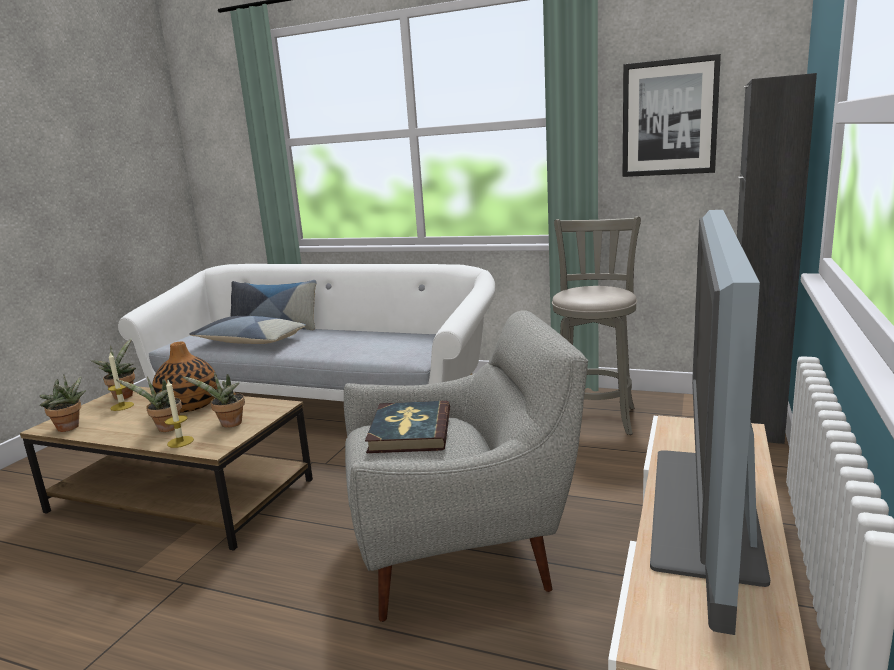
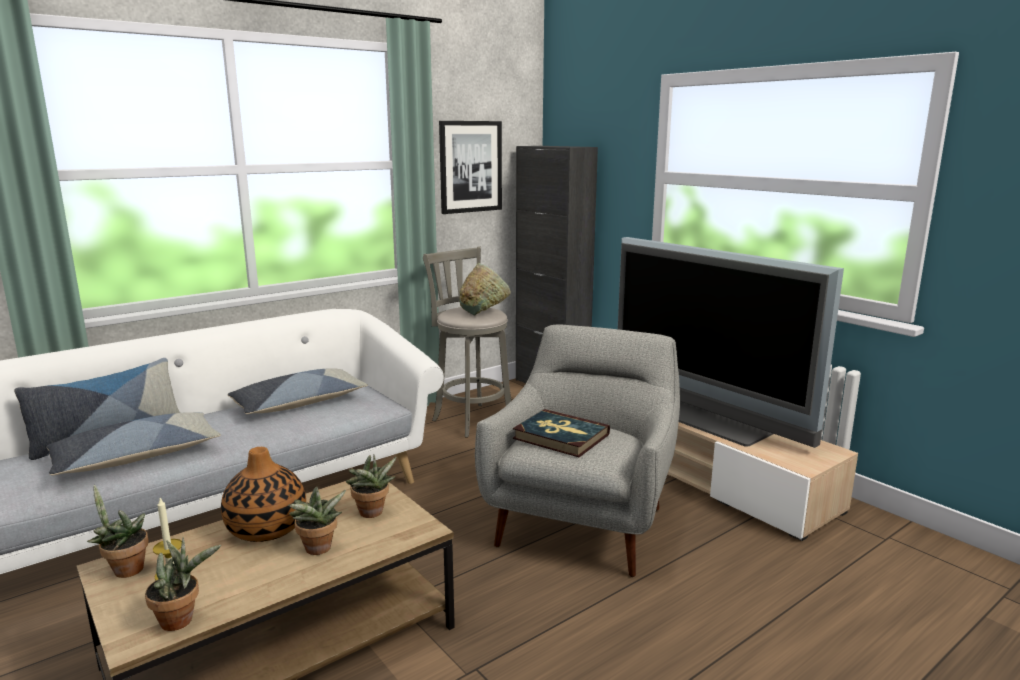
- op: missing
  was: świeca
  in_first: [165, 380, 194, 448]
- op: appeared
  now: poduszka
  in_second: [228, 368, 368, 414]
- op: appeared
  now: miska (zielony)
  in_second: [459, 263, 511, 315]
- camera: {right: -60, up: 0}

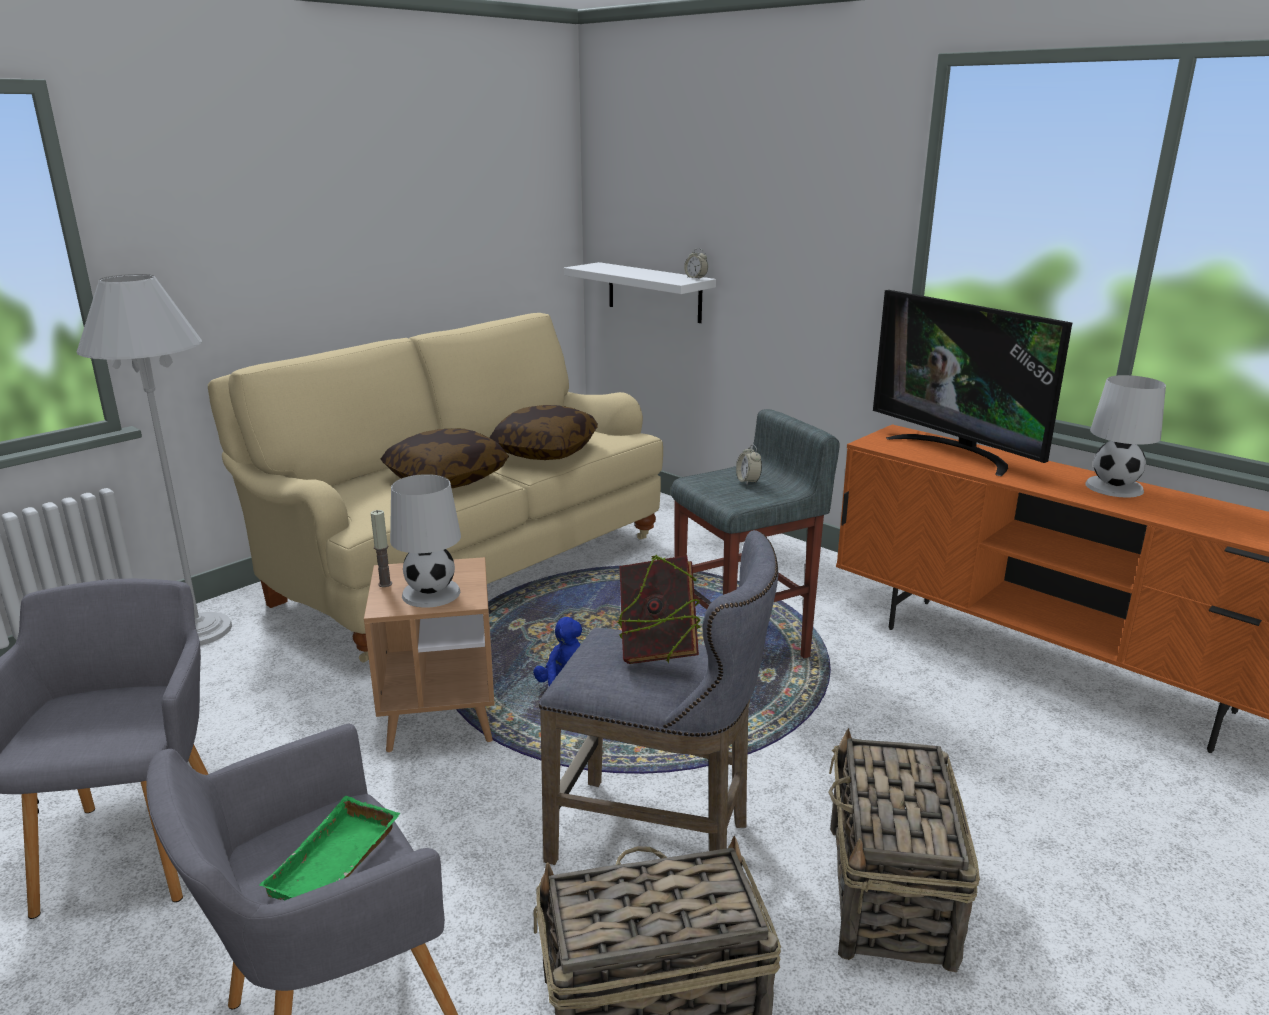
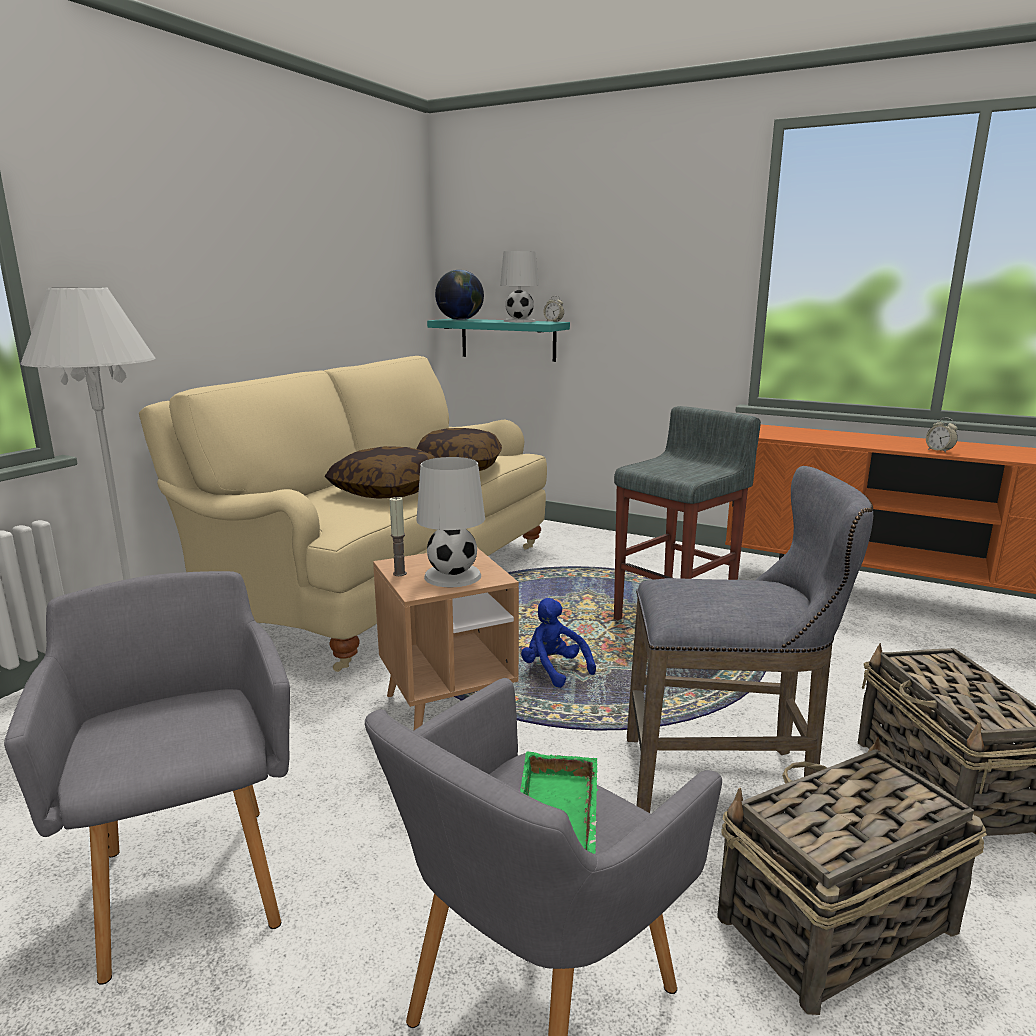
- op: colour
  was: półka (biały)
  now: półka (turkusowy)
  in_first: [564, 262, 716, 323]
  in_second: [427, 319, 570, 362]
- op: missing
  was: książka
  in_first: [617, 554, 701, 664]
- op: relocated
  was: budzik
  in_first: [736, 444, 762, 485]
  in_second: [926, 418, 958, 453]
- op: missing
  was: telewizor
  in_first: [873, 290, 1072, 476]
- op: relocated
  was: lampa stołowa (biały)
  in_first: [1085, 375, 1166, 498]
  in_second: [500, 251, 539, 322]
- op: appeared
  now: globus
  in_second: [435, 270, 484, 320]
- camera: {right: -15, up: -5}

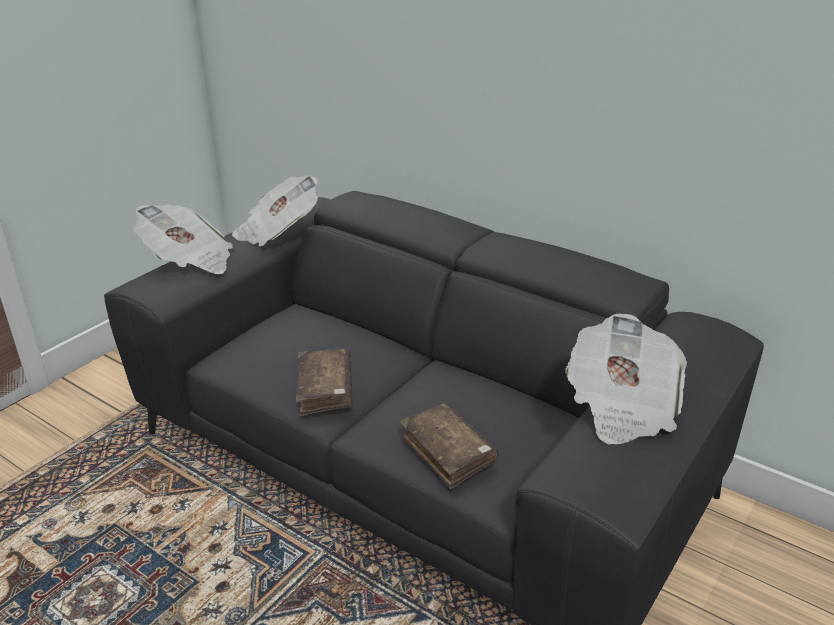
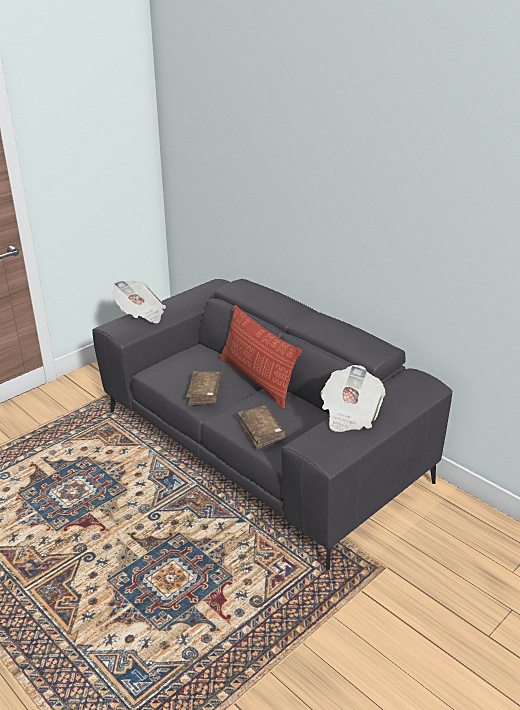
- op: missing
  was: gazeta
  in_first: [232, 175, 319, 246]
- op: appeared
  now: poduszka
  in_second: [219, 305, 302, 409]
- camera: {right: 10, up: 0}

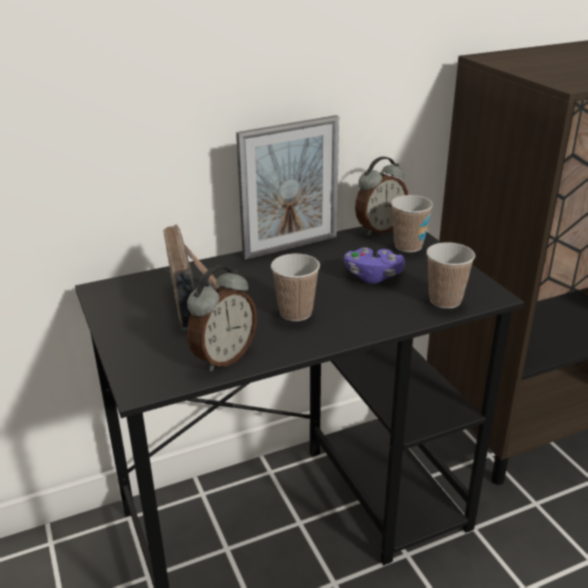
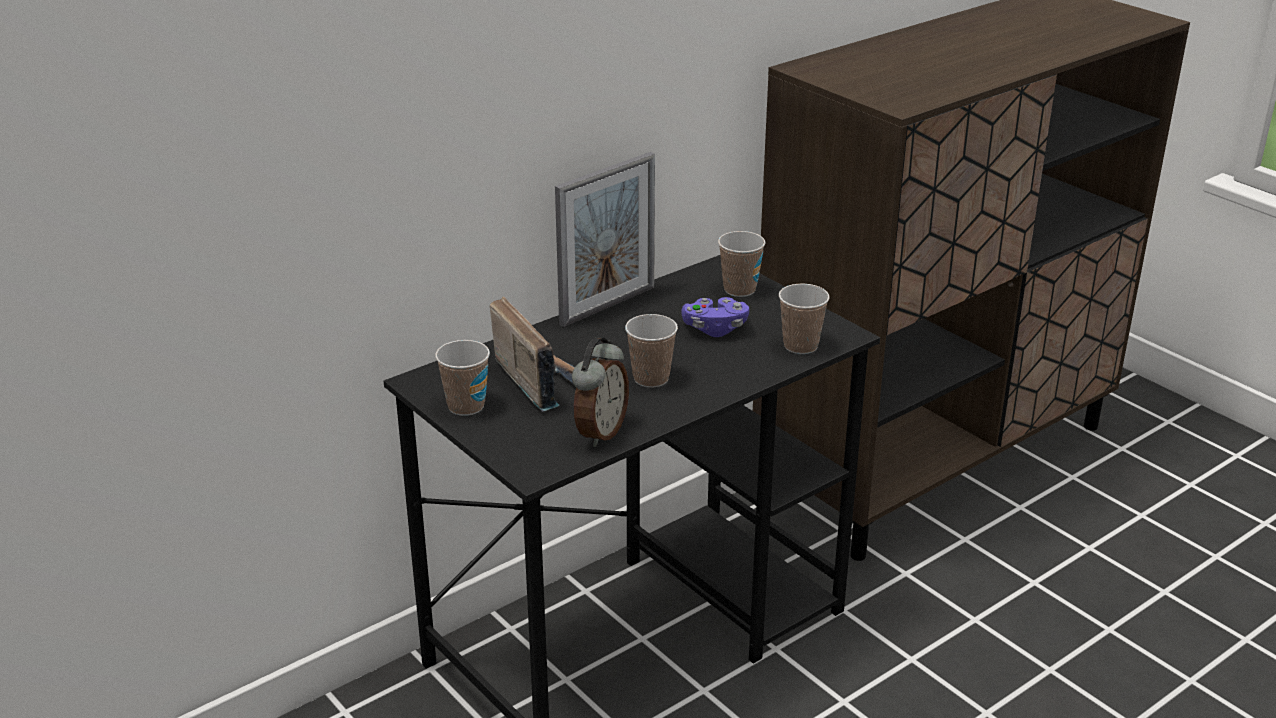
- op: missing
  was: budzik
  in_first: [355, 157, 408, 236]
- op: appeared
  now: filiżanka
  in_second: [435, 340, 490, 416]
- camera: {right: -15, up: 0}

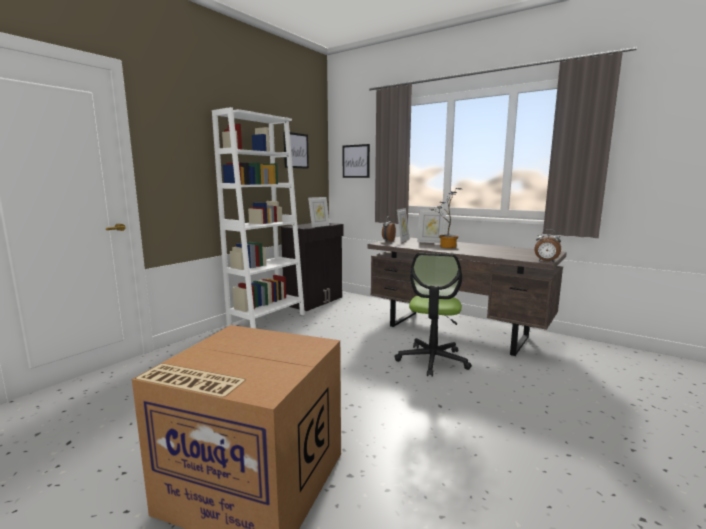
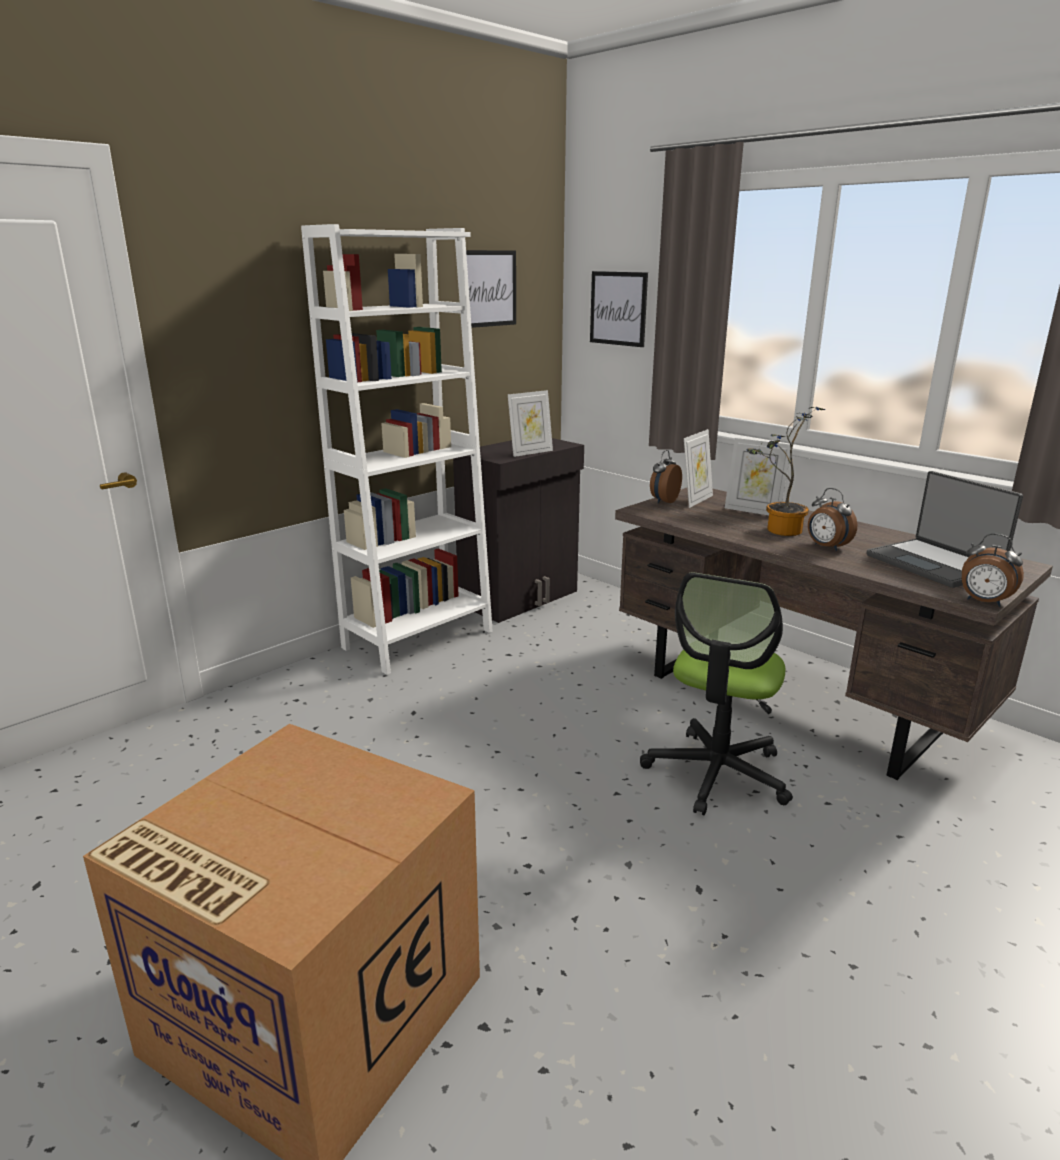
- op: appeared
  now: budzik
  in_second: [808, 488, 857, 551]
- op: appeared
  now: laptop
  in_second: [867, 471, 1023, 588]
- camera: {right: 10, up: 10}

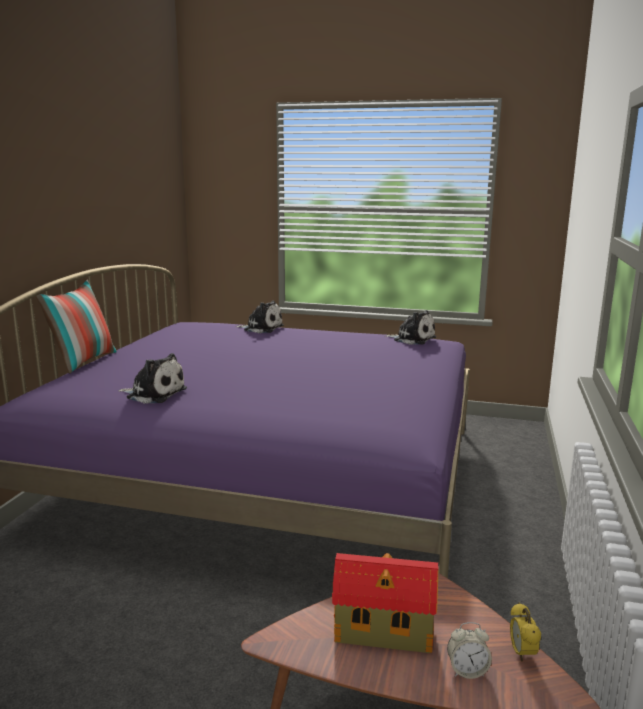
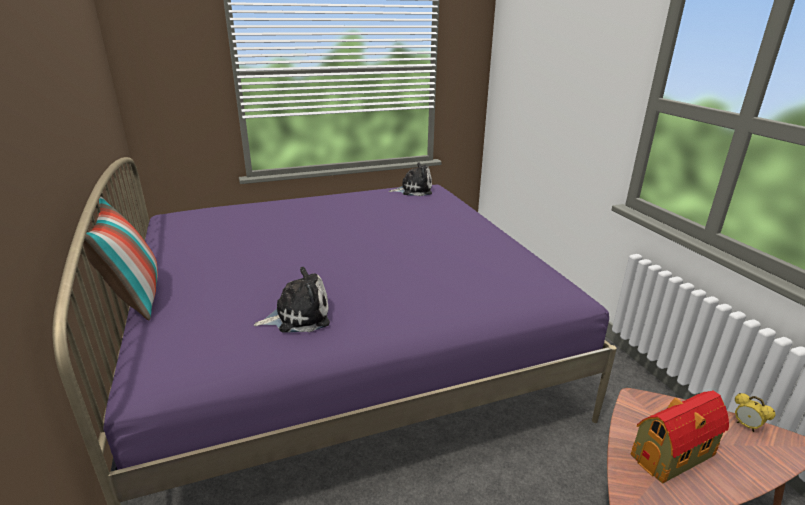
- op: missing
  was: pluszak
  in_first: [237, 300, 284, 333]
- op: missing
  was: budzik
  in_first: [447, 622, 492, 679]
- camera: {right: -35, up: 10}

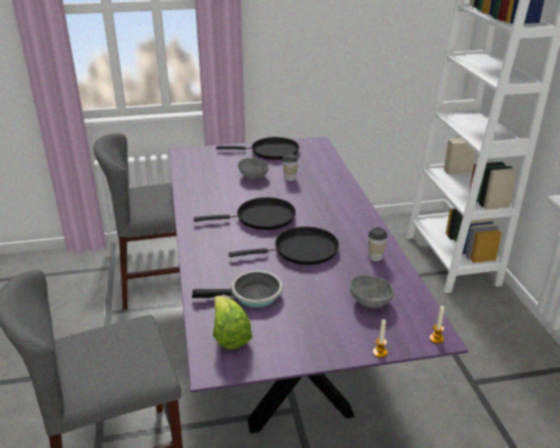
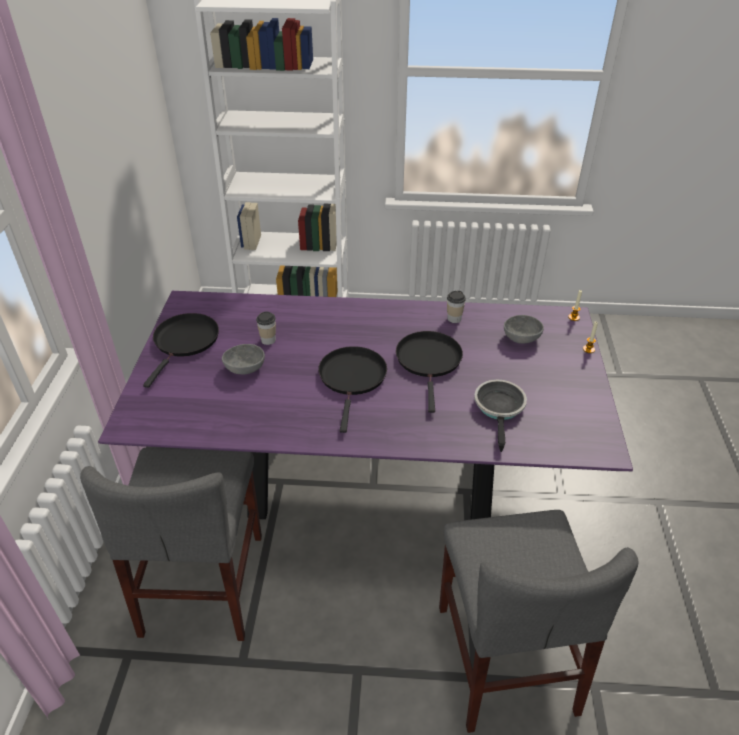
- op: missing
  was: sałata
  in_first: [213, 296, 252, 350]
- camera: {right: -75, up: 10}

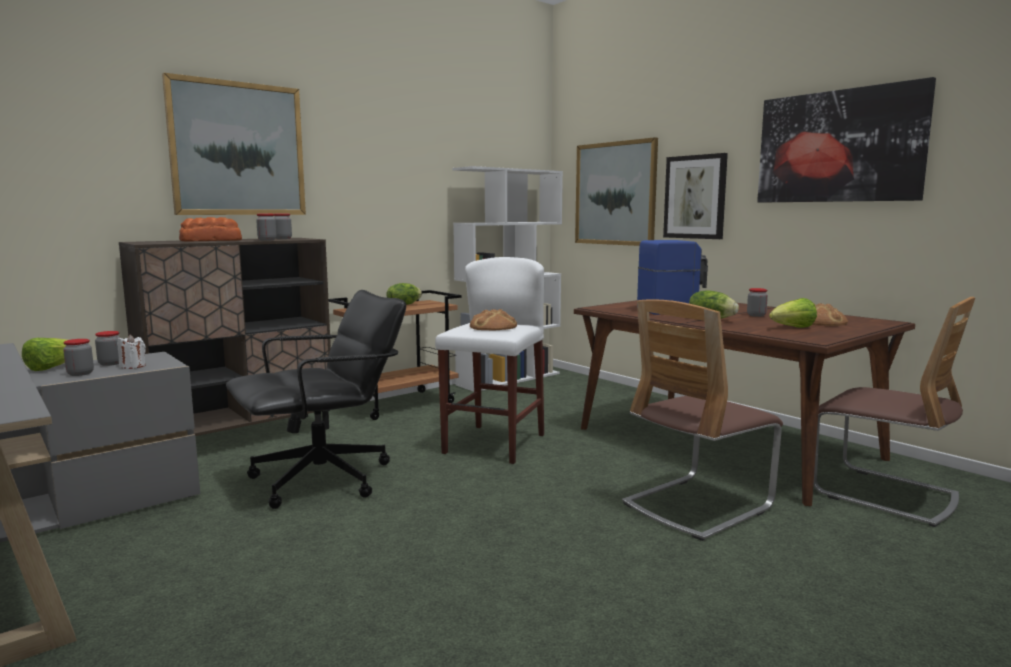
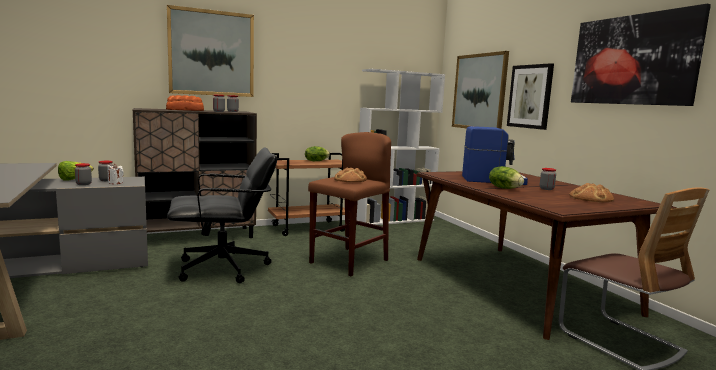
- op: colour
  was: stołek (biały)
  now: stołek (brązowy)
  in_first: [435, 257, 544, 464]
  in_second: [308, 132, 391, 276]
- op: missing
  was: krzesło
  in_first: [622, 300, 783, 541]
- op: missing
  was: sałata
  in_first: [769, 298, 817, 328]
- camera: {right: 15, up: 0}

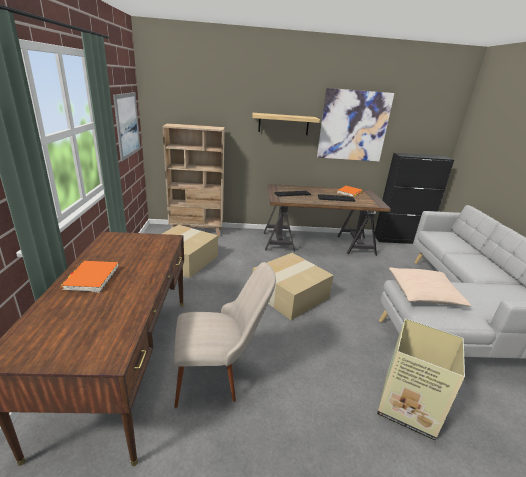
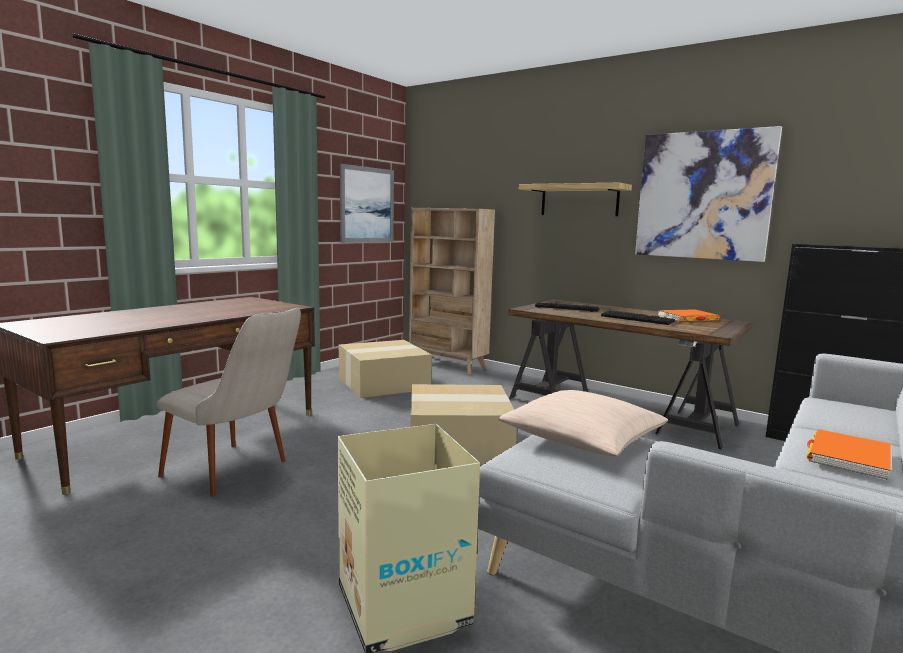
- op: relocated
  was: książka (pomarańczowy)
  in_first: [61, 261, 118, 293]
  in_second: [806, 429, 891, 481]
- camera: {right: 40, up: -15}

